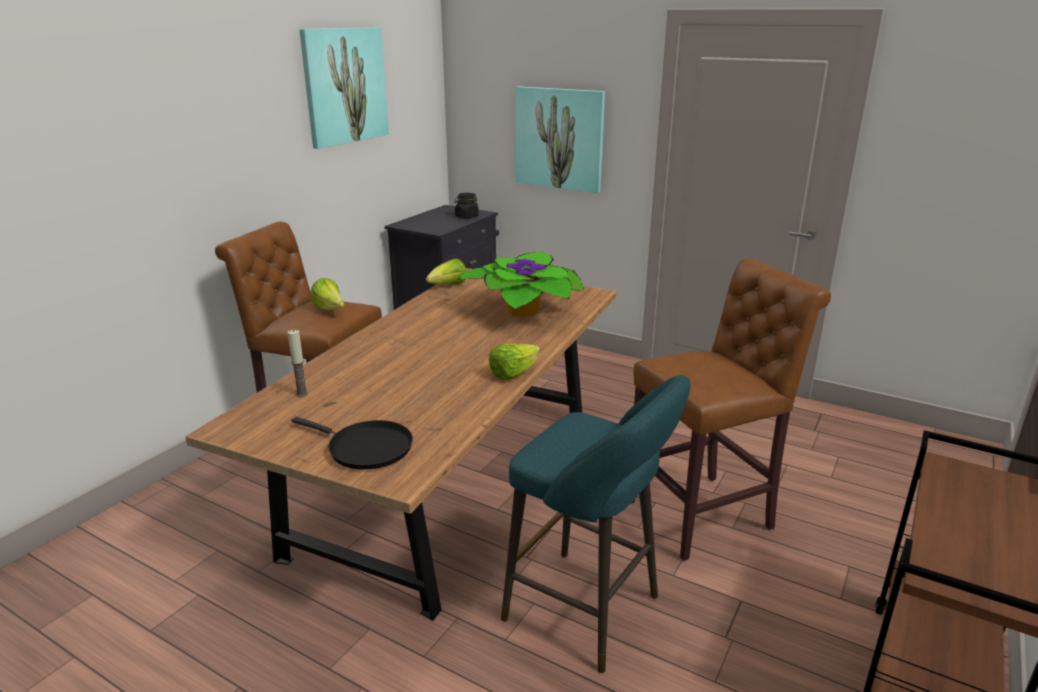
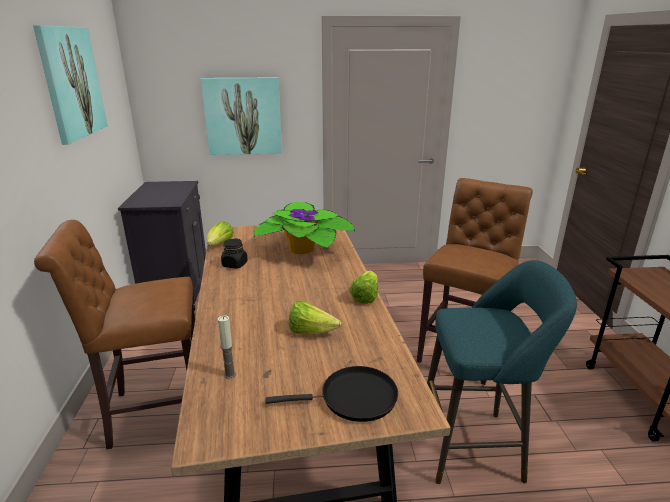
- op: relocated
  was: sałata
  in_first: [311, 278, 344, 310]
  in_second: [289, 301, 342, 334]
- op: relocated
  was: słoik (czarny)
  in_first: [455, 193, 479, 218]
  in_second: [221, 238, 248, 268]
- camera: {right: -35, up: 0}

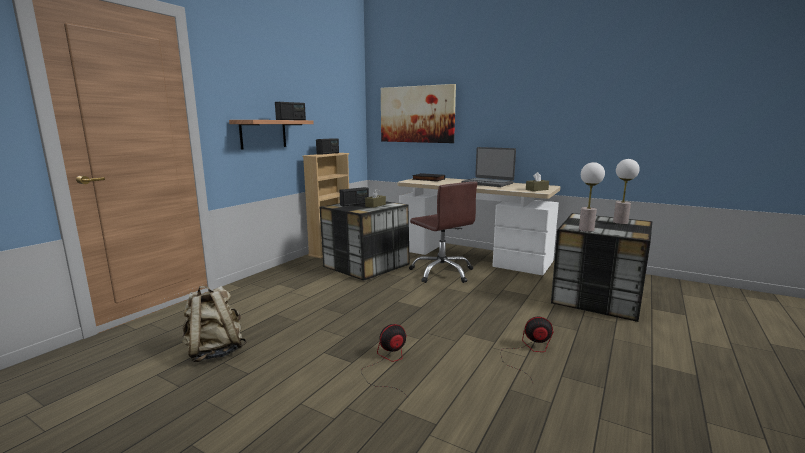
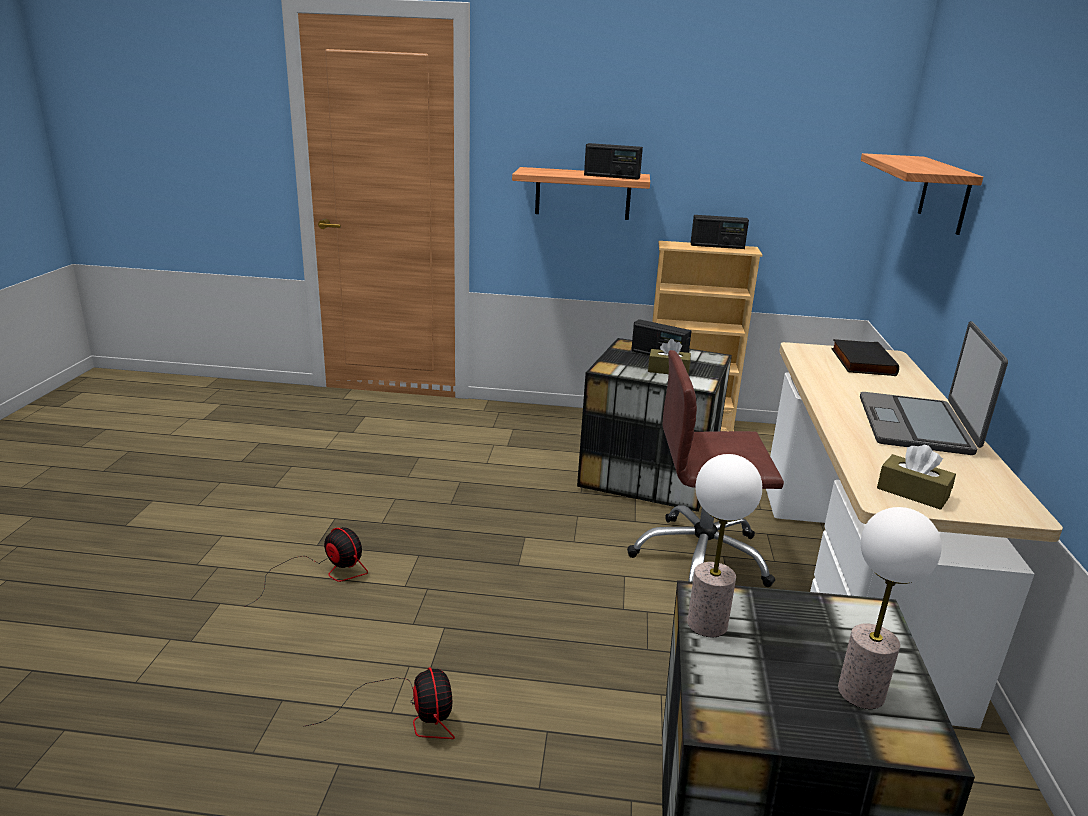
- op: missing
  was: plecak (beżowy)
  in_first: [182, 286, 246, 362]
- op: exchanged
  was: obraz
  now: półka
  in_first: [381, 84, 456, 143]
  in_second: [861, 153, 983, 235]
- op: spun
  was: krzesło biurowe (brązowy)
  in_first: [409, 182, 478, 283]
  in_second: [627, 350, 784, 587]
  clockwise: 60
- camera: {right: 65, up: 10}

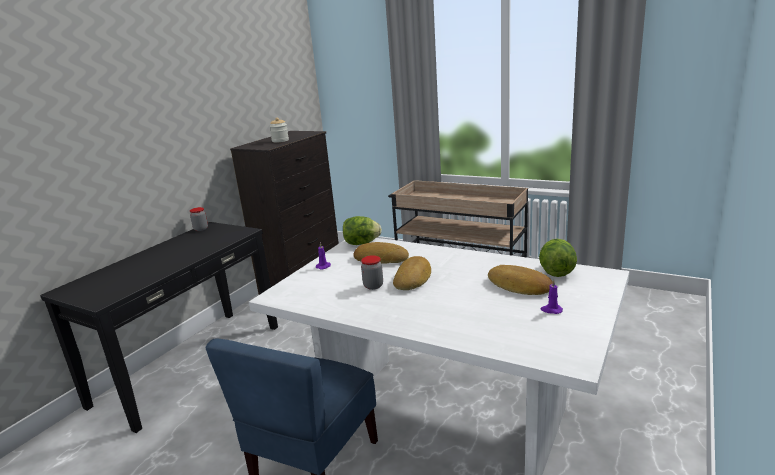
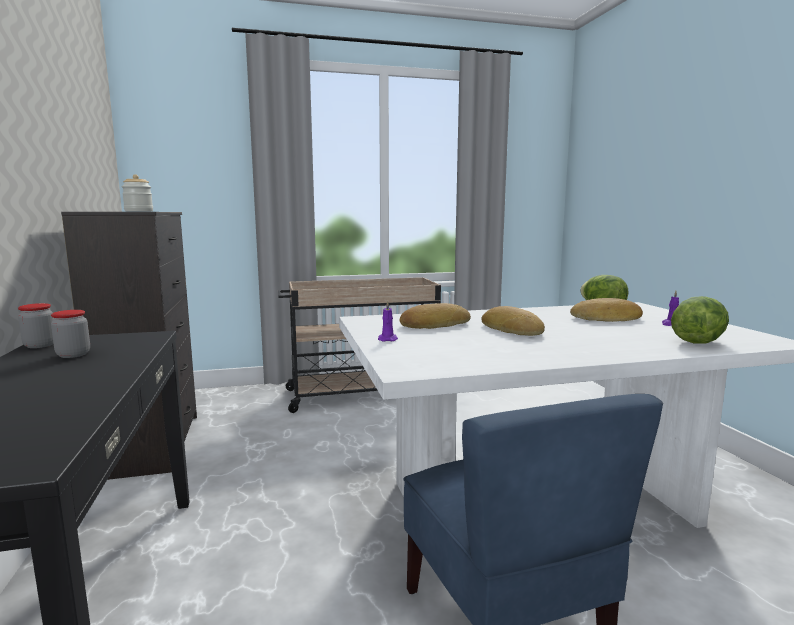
- op: relocated
  was: sałata
  in_first: [343, 216, 382, 245]
  in_second: [671, 296, 729, 344]
- op: relocated
  was: słoik
  in_first: [361, 255, 383, 290]
  in_second: [51, 310, 90, 358]
- camera: {right: -45, up: -10}

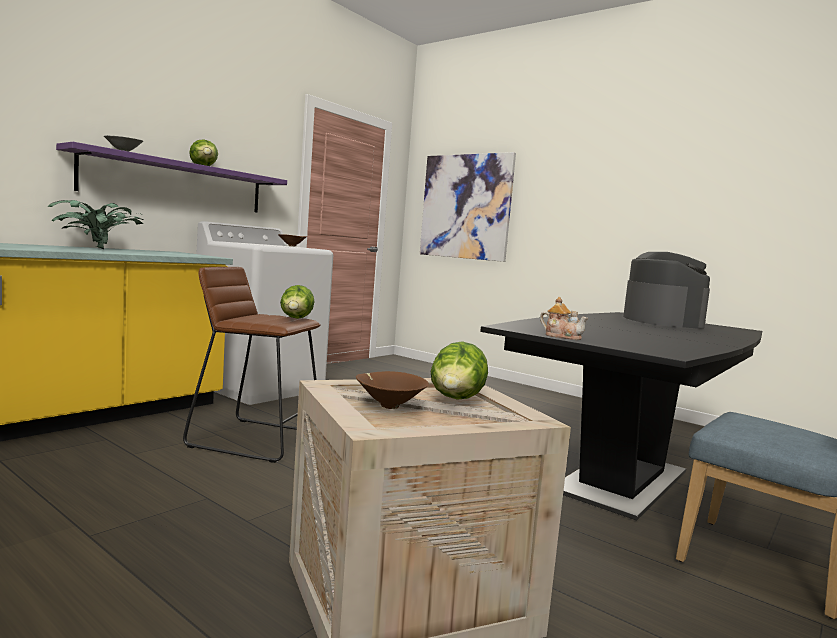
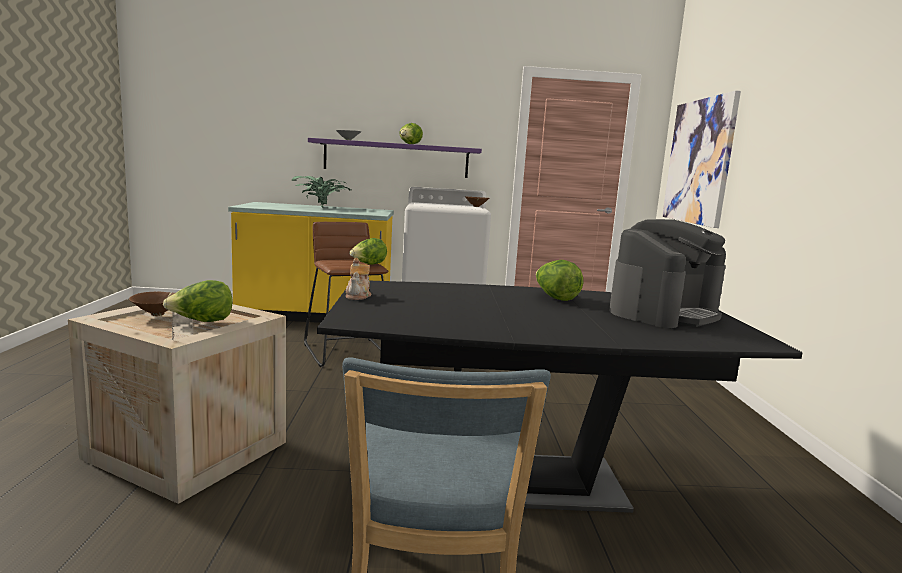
- op: appeared
  now: sałata
  in_second: [536, 260, 583, 301]
- camera: {right: 50, up: 5}

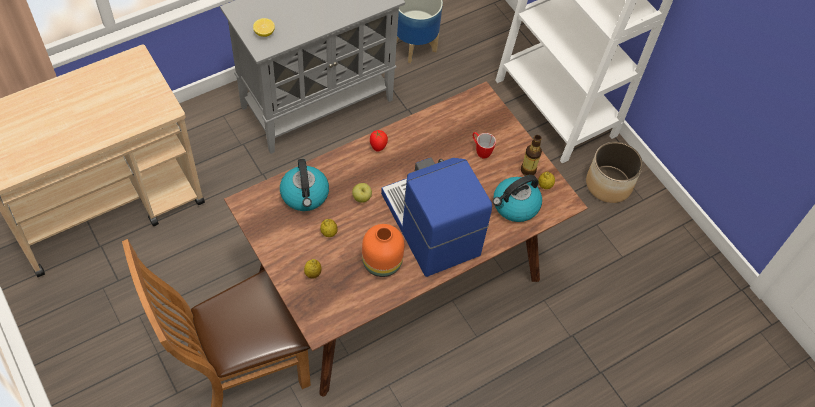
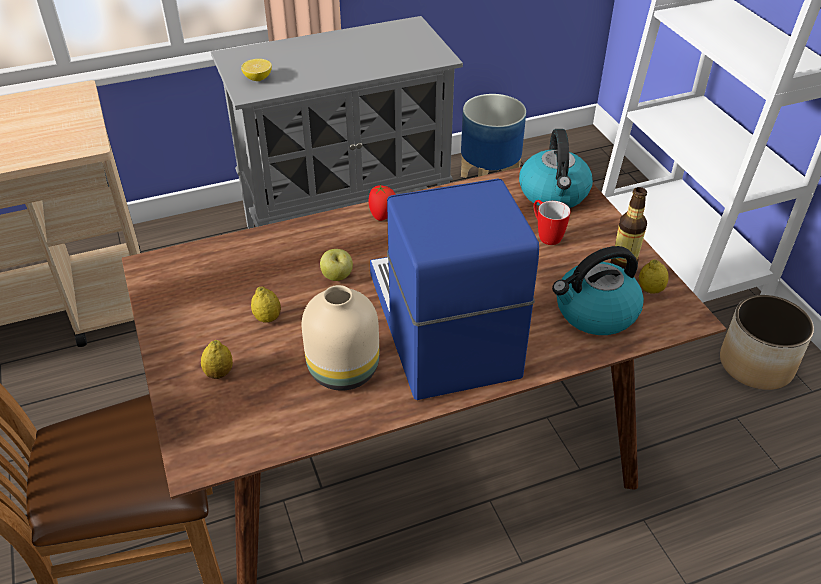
- op: relocated
  was: czajnik
  in_first: [280, 159, 329, 211]
  in_second: [519, 129, 593, 208]
- op: colour
  was: wazon (pomarańczowy)
  now: wazon (beżowy)
  in_first: [362, 224, 404, 277]
  in_second: [302, 285, 379, 391]
- camera: {right: 15, up: -15}

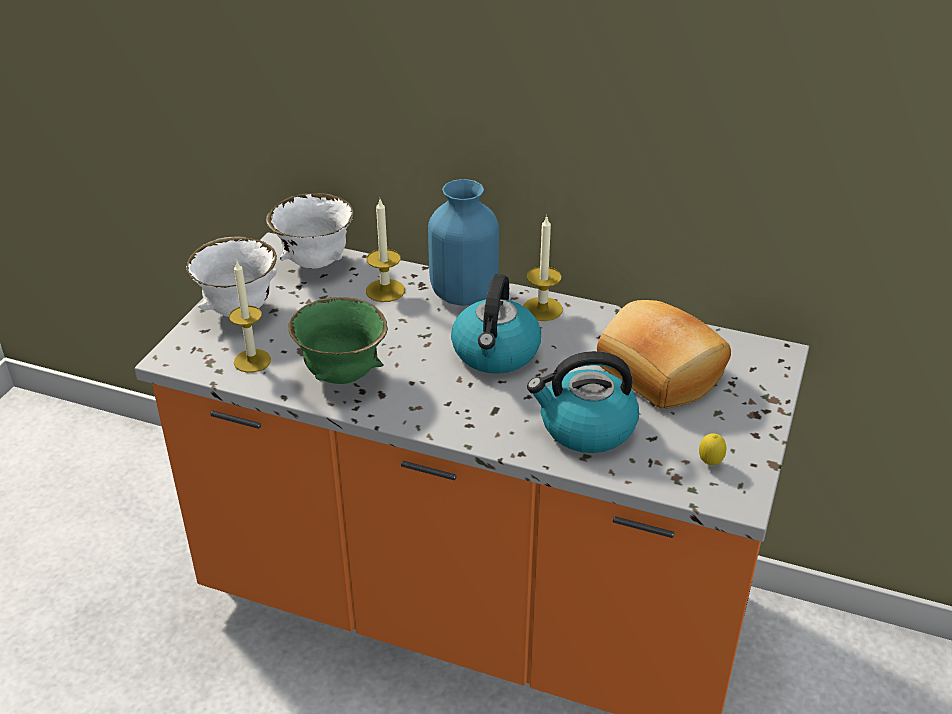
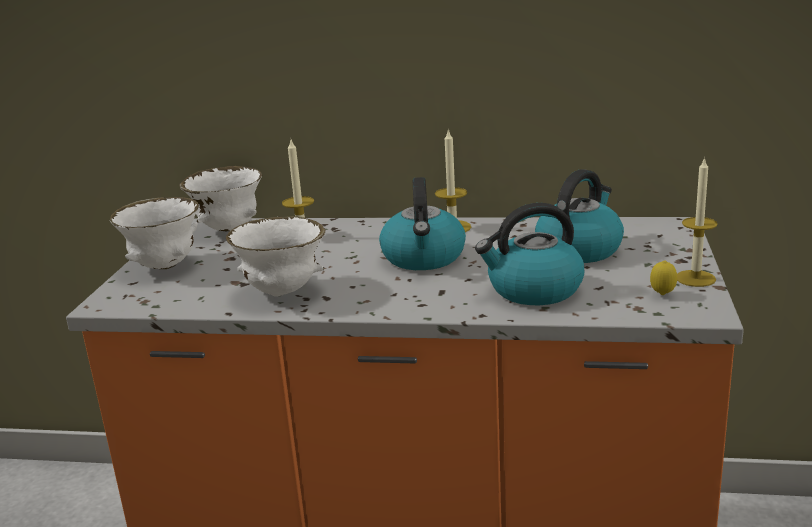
- op: relocated
  was: świeca
  in_first: [229, 261, 271, 373]
  in_second: [677, 157, 718, 287]
- op: colour
  was: miska (zielony)
  now: miska (biały)
  in_first: [288, 297, 388, 384]
  in_second: [226, 216, 325, 297]
- op: missing
  was: wazon (niebieski)
  in_first: [428, 179, 499, 306]
- op: exchanged
  was: chleb
  now: czajnik
  in_first: [597, 300, 731, 409]
  in_second: [535, 169, 624, 263]
- camera: {right: -10, up: -15}

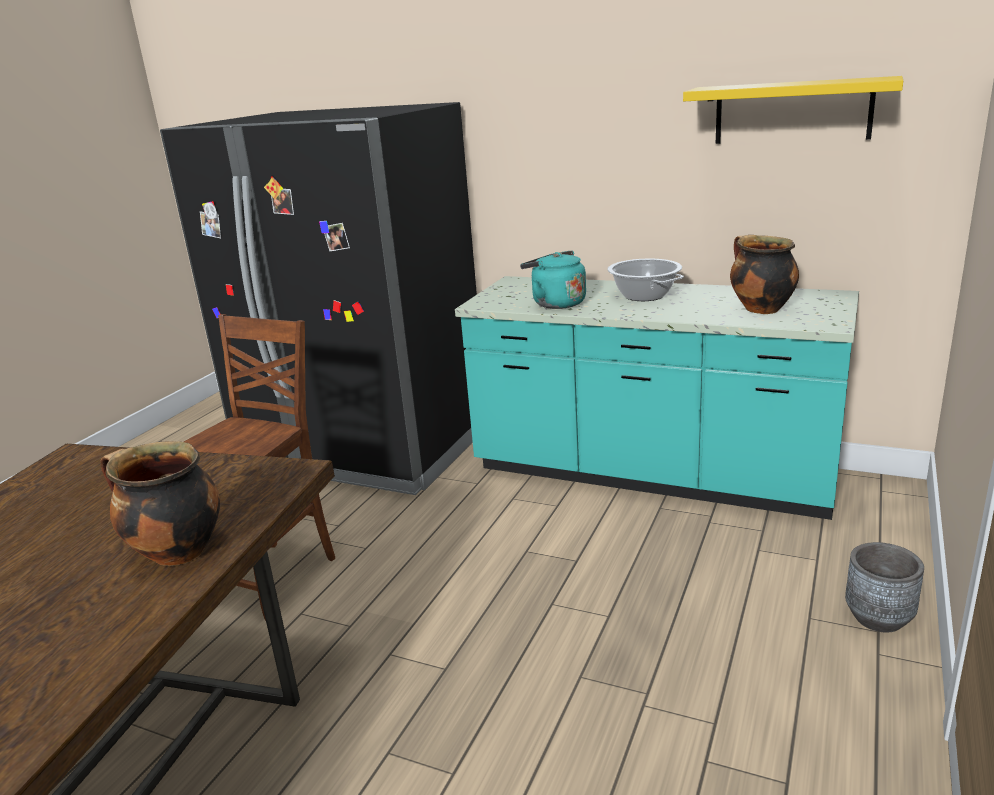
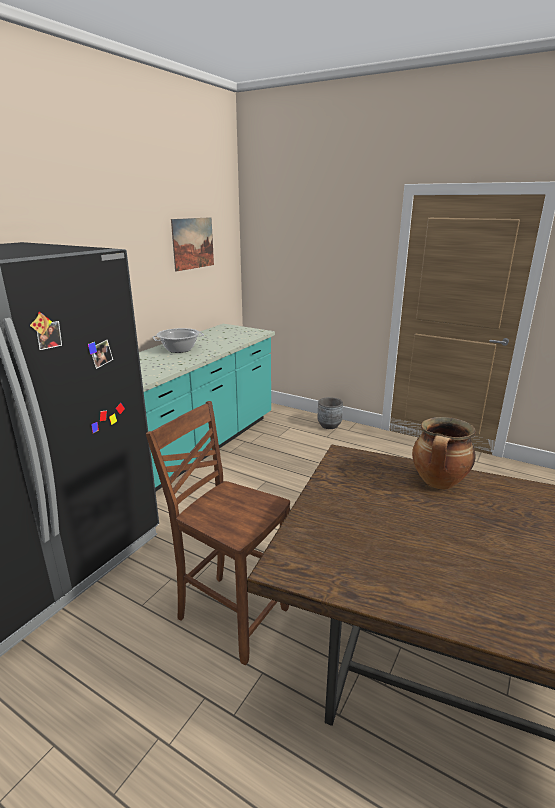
- op: missing
  was: czajnik (turkusowy)
  in_first: [520, 250, 586, 309]
- op: exchanged
  was: półka (żółty)
  now: obraz
  in_first: [683, 76, 903, 144]
  in_second: [171, 217, 214, 272]
- op: missing
  was: garnek
  in_first: [730, 235, 799, 314]
- camera: {right: -85, up: 0}

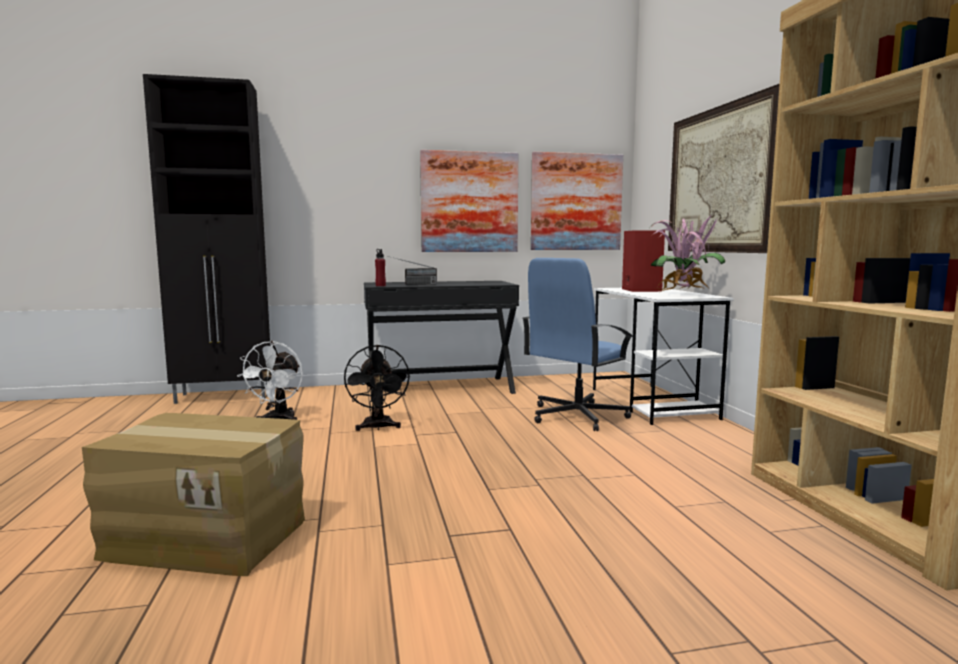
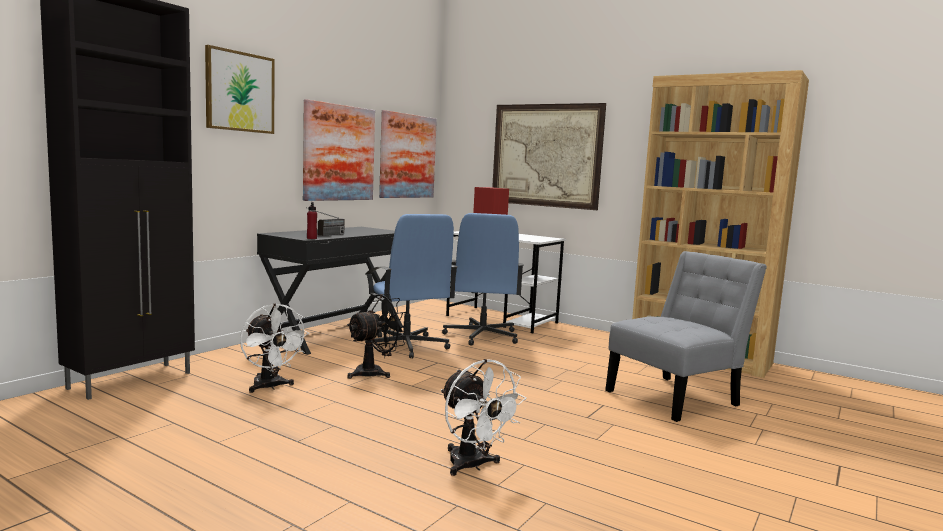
- op: exchanged
  was: karton
  now: wentylator (biały)
  in_first: [82, 413, 305, 576]
  in_second: [441, 359, 526, 476]
- op: spun
  was: wentylator (czarny)
  in_first: [344, 345, 410, 431]
  in_second: [347, 294, 409, 379]
  clockwise: -75
- op: missing
  was: roślina doniczkowa
  in_first: [650, 215, 725, 292]
- op: appeared
  now: obraz
  in_second: [205, 45, 274, 134]
- op: appeared
  now: krzesło biurowe (niebieski)
  in_second: [365, 214, 458, 359]
- op: appeared
  now: krzesło (szary)
  in_second: [605, 251, 767, 422]
- camera: {right: -45, up: 0}

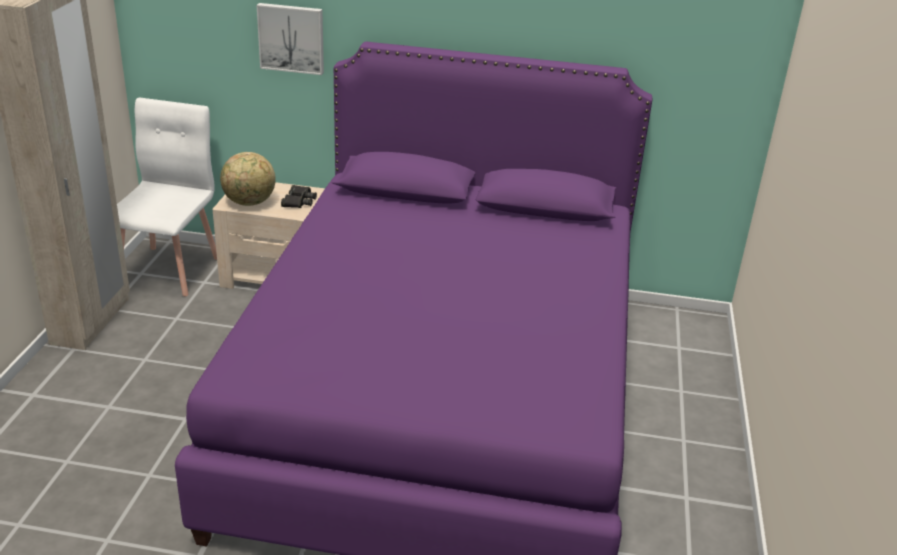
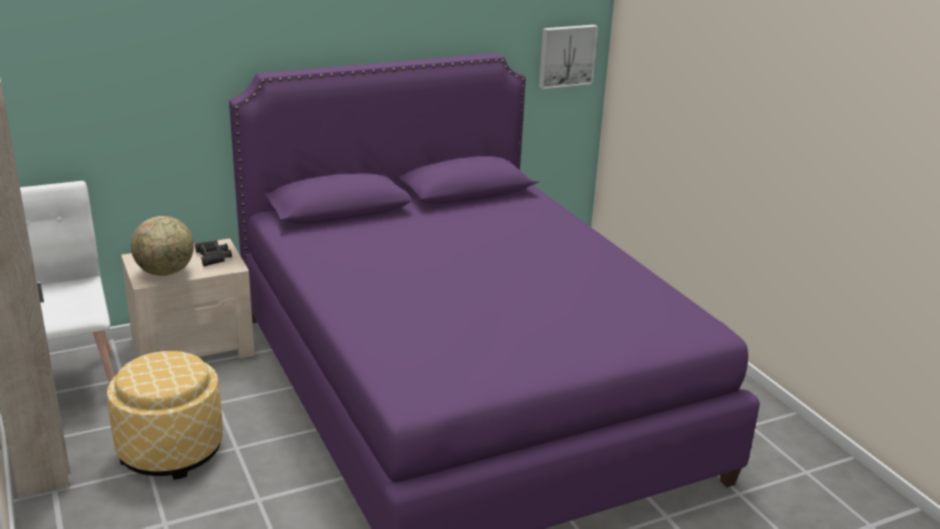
- op: relocated
  was: obraz
  in_first: [257, 3, 324, 75]
  in_second: [539, 25, 598, 89]
- op: appeared
  now: pufa
  in_second: [107, 351, 223, 480]
- camera: {right: -35, up: -5}

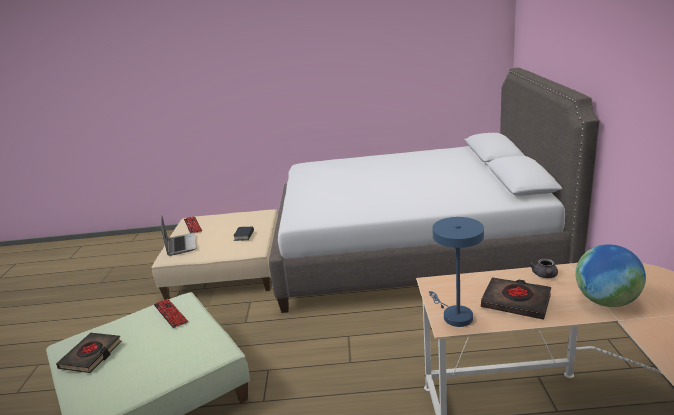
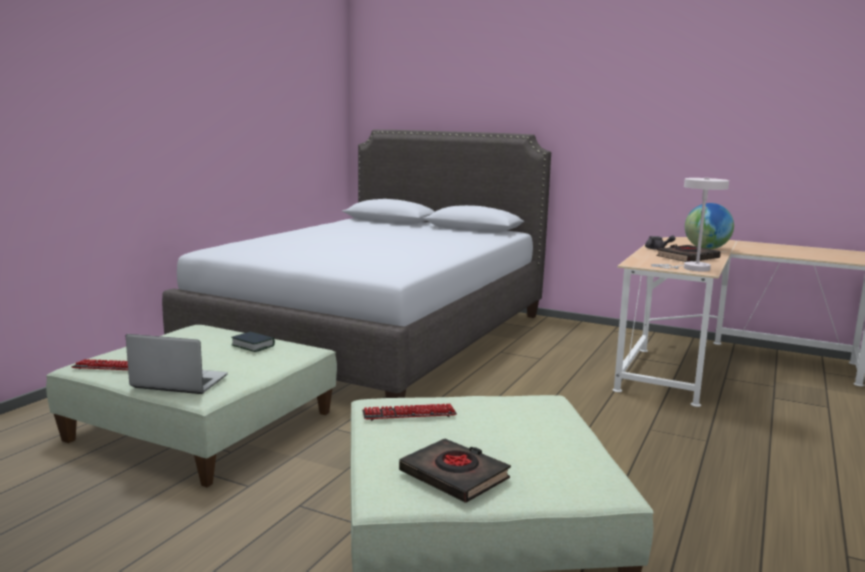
- op: colour
  was: pufa (beżowy)
  now: pufa (zielony)
  in_first: [152, 209, 278, 300]
  in_second: [46, 325, 337, 487]
- op: colour
  was: lampa stołowa (niebieski)
  now: lampa stołowa (biały)
  in_first: [429, 217, 484, 327]
  in_second: [651, 178, 729, 272]
- camera: {right: -65, up: -10}

